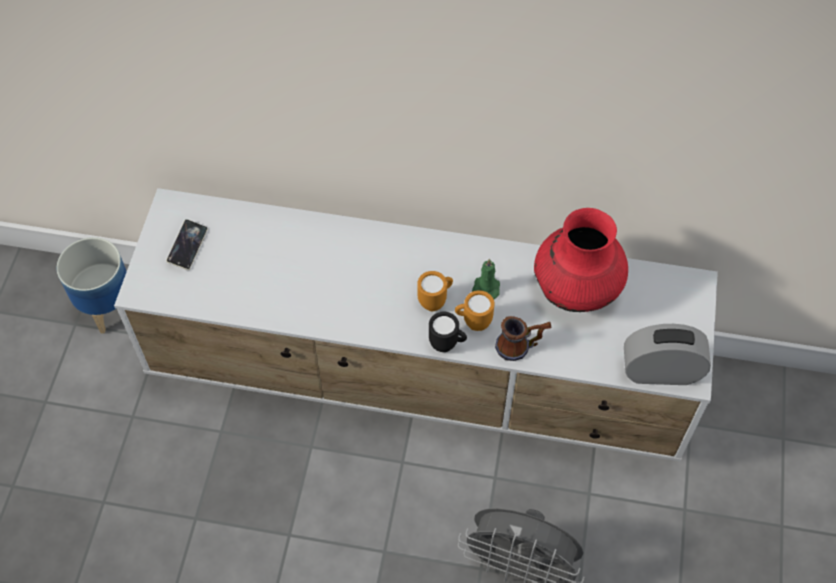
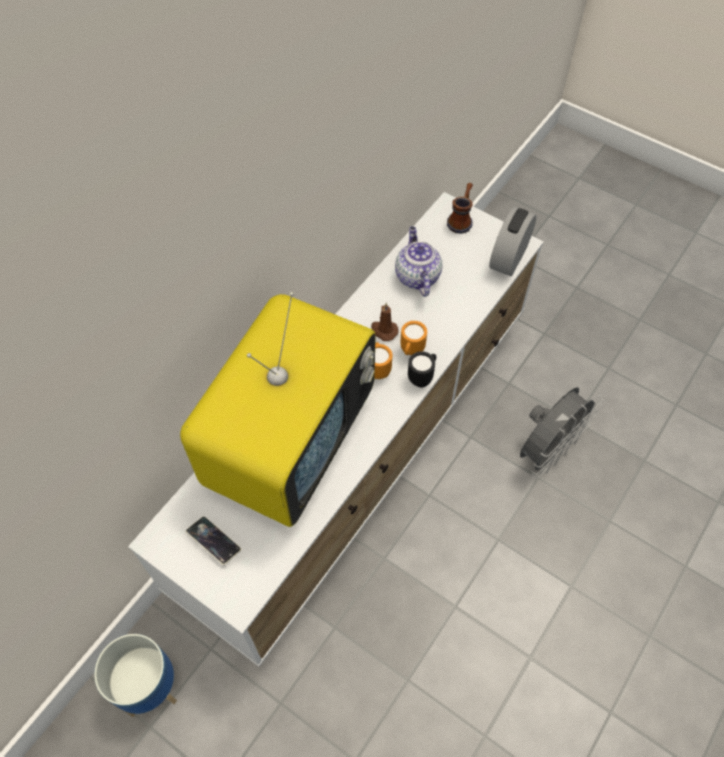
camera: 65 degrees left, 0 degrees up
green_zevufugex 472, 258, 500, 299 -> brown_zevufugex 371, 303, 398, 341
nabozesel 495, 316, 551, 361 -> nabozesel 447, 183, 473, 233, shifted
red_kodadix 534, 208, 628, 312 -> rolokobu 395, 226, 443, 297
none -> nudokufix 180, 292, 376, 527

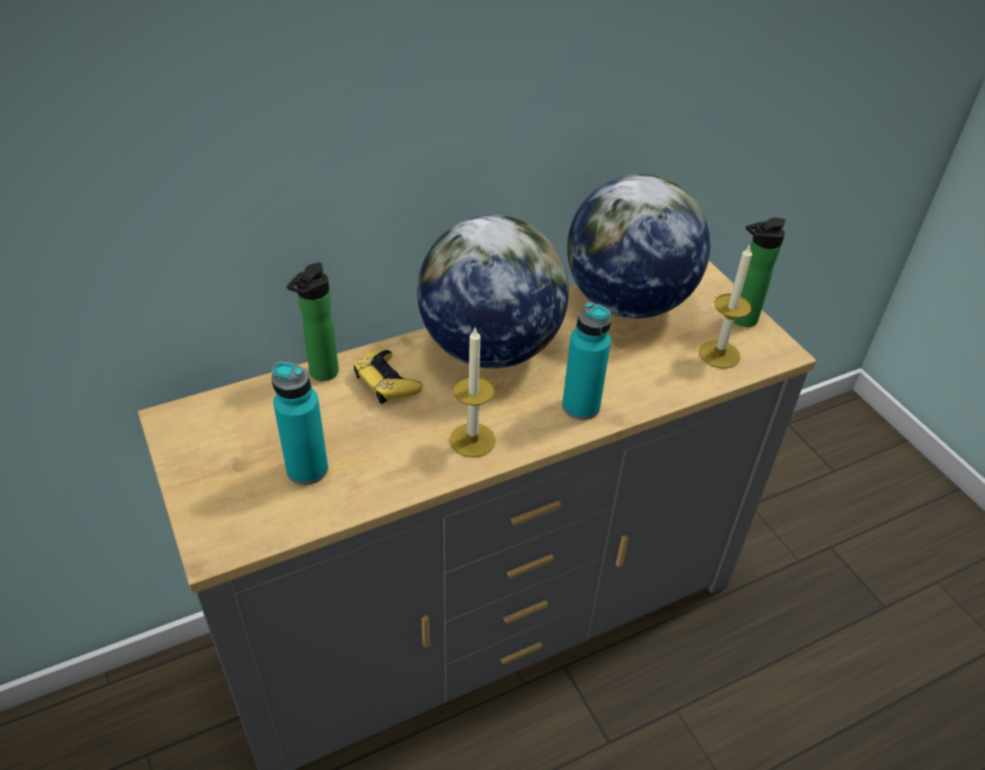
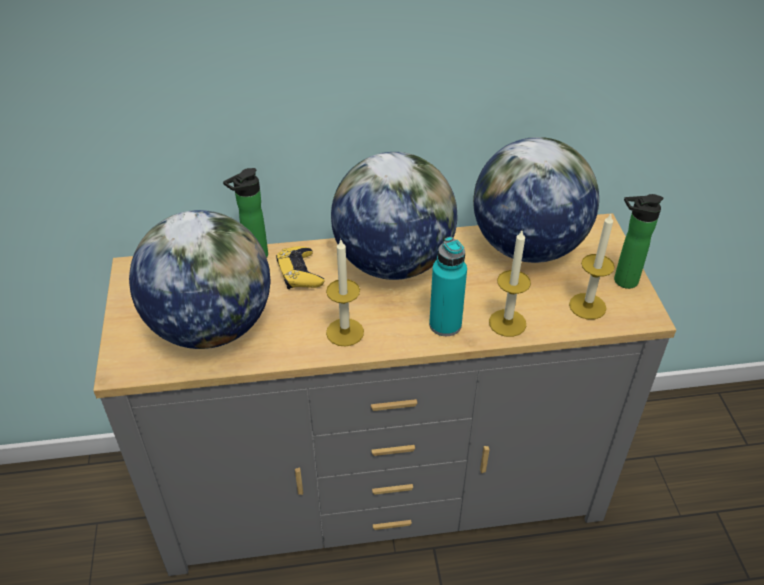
camera: 20 degrees right, 0 degrees up
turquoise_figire 272, 361, 328, 485 -> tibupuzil 129, 210, 270, 349
none -> zevufugex 489, 231, 531, 337

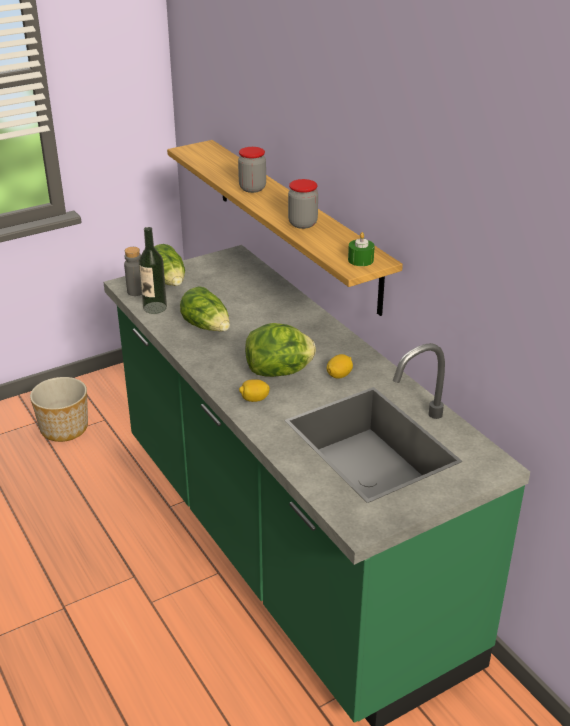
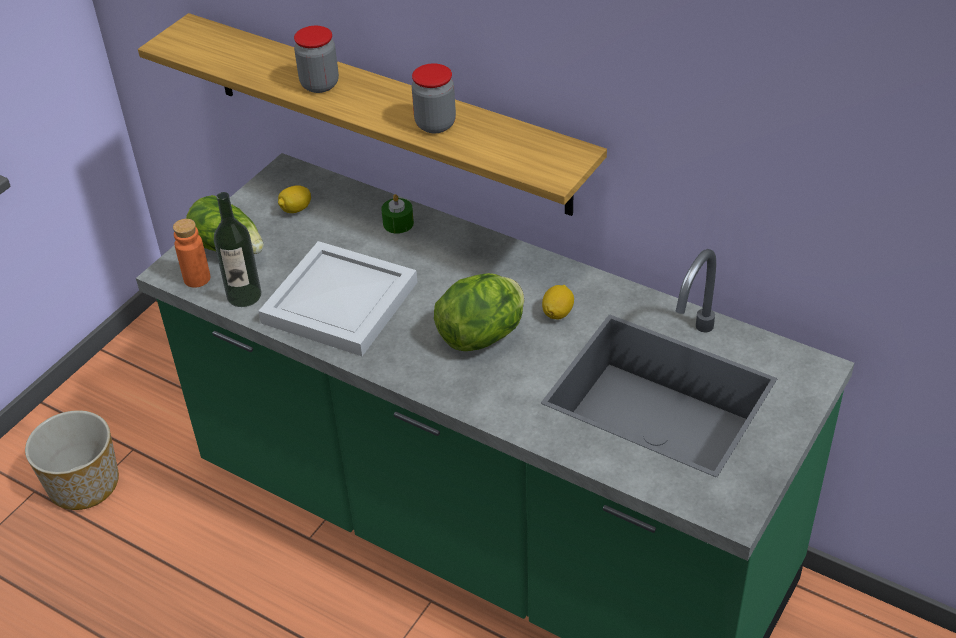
camera: 25 degrees left, 10 degrees up
grey_figire 124, 247, 142, 296 -> orange_figire 173, 219, 210, 288
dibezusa 180, 286, 230, 331 -> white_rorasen 258, 241, 418, 356
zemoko 239, 379, 270, 402 -> zemoko 278, 185, 311, 213, shifted
green_zevufugex 348, 232, 375, 266 -> green_zevufugex 381, 194, 414, 234, shifted

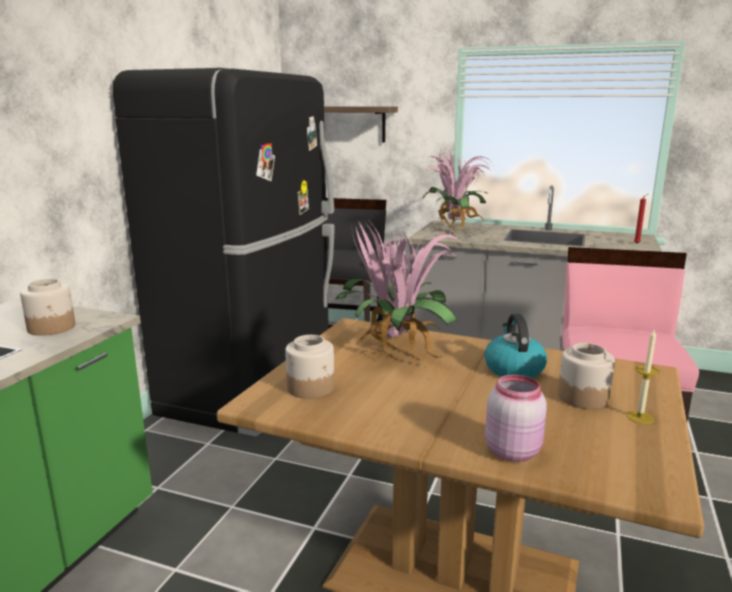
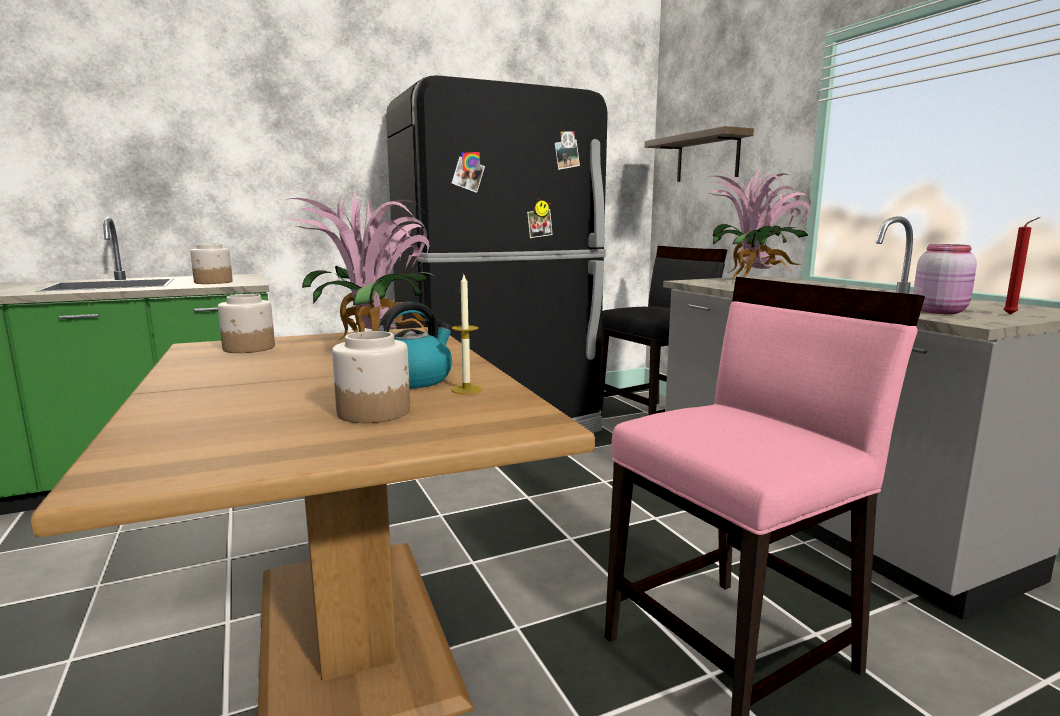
camera: 45 degrees right, 5 degrees down
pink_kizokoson 485, 375, 547, 462 -> pink_kizokoson 913, 244, 977, 314, shifted
zevufugex 626, 328, 660, 424 -> zevufugex 451, 275, 482, 394, shifted

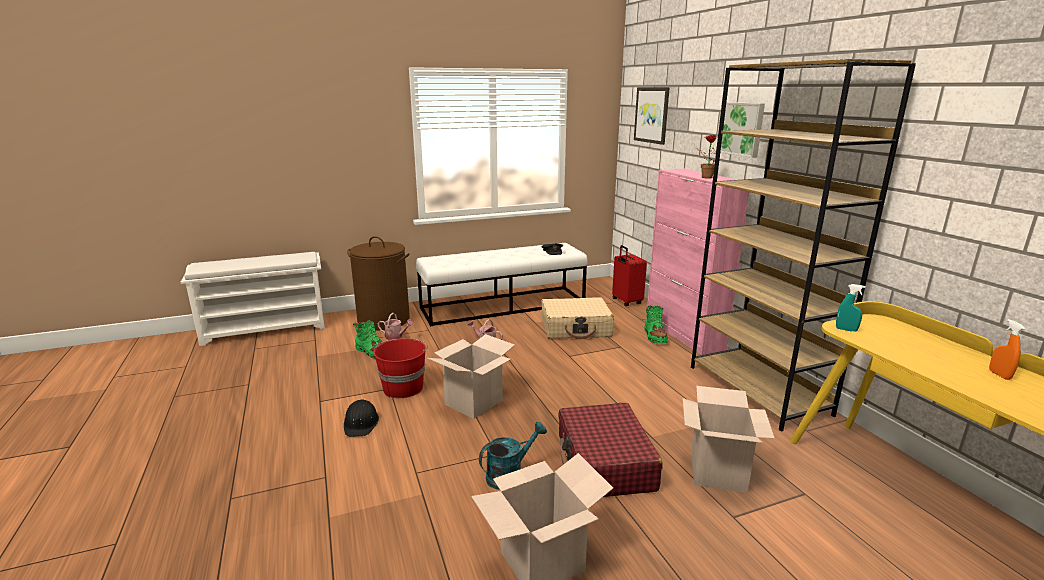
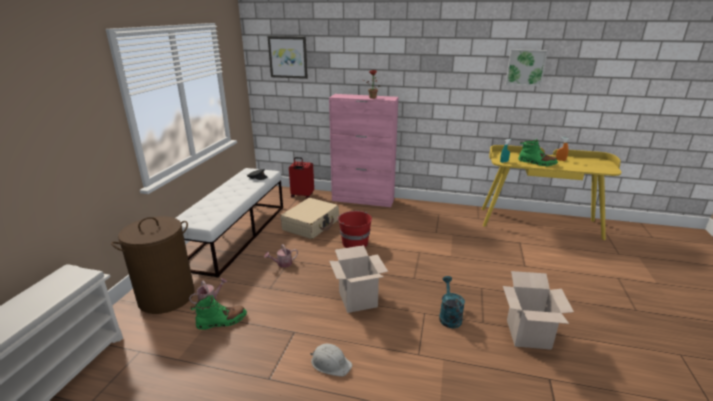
camera: 55 degrees left, 5 degrees up
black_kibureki 344, 399, 379, 437 -> white_kibureki 310, 344, 352, 377
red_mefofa 374, 339, 428, 398 -> red_mefofa 337, 211, 372, 248, shifted
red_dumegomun 558, 403, 663, 497 -> none
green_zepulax 644, 305, 668, 343 -> green_zepulax 518, 139, 558, 166, shifted
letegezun 683, 386, 775, 493 -> none
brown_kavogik 691, 59, 916, 432 -> none
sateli 720, 102, 765, 158 -> sateli 505, 49, 548, 86, shifted

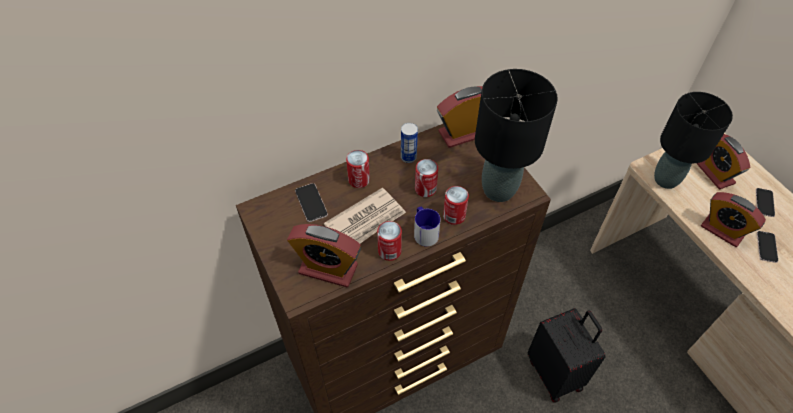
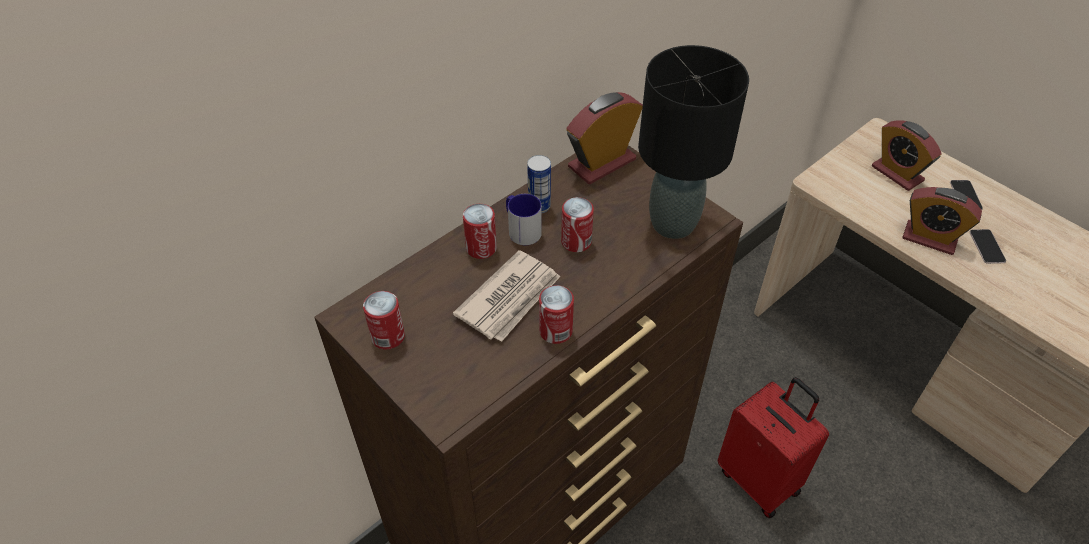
camera: 15 degrees left, 5 degrees down
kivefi 287, 224, 361, 287 -> none
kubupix 295, 183, 328, 222 -> none
nabozesel 414, 207, 441, 247 -> nabozesel 506, 194, 542, 245, shifted
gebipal 443, 186, 469, 225 -> gebipal 363, 291, 405, 349, shifted
black_dumegomun 528, 308, 606, 403 -> red_dumegomun 718, 377, 829, 518
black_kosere 654, 92, 733, 189 -> none

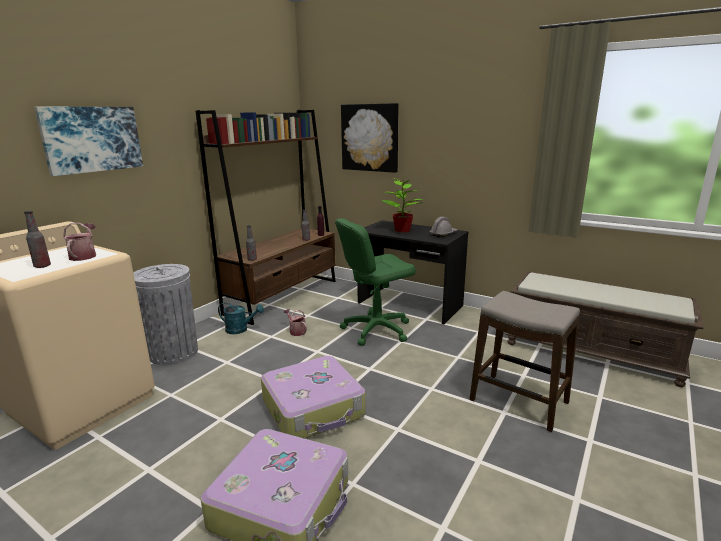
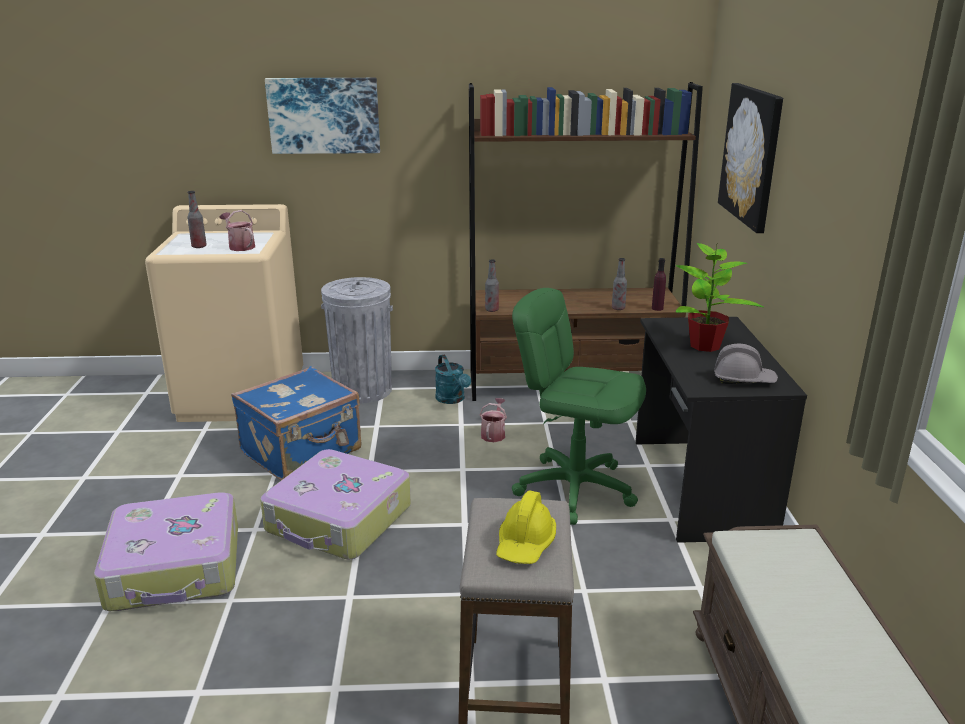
camera: 55 degrees right, 5 degrees up
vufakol 63, 223, 96, 261 -> vufakol 219, 210, 255, 251, 90 degrees counterclockwise
none -> blue_dumegomun 231, 366, 362, 480
none -> yellow_kibureki 496, 491, 556, 564

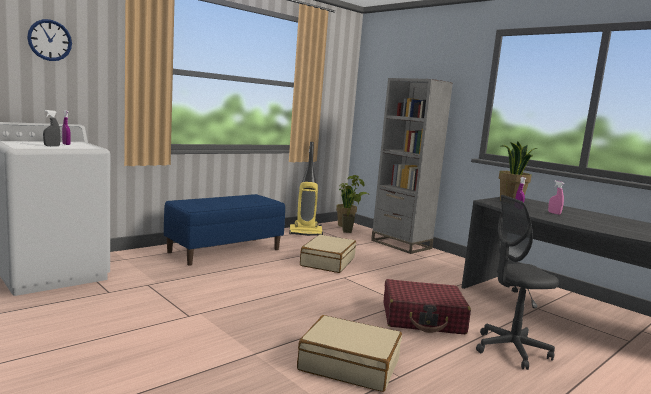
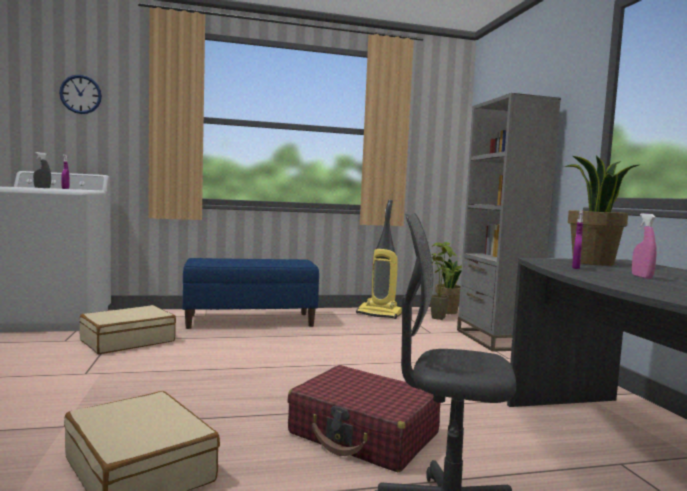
camera: 30 degrees right, 5 degrees down
beige_dumegomun 300, 235, 356, 273 -> beige_dumegomun 80, 305, 176, 354, shifted

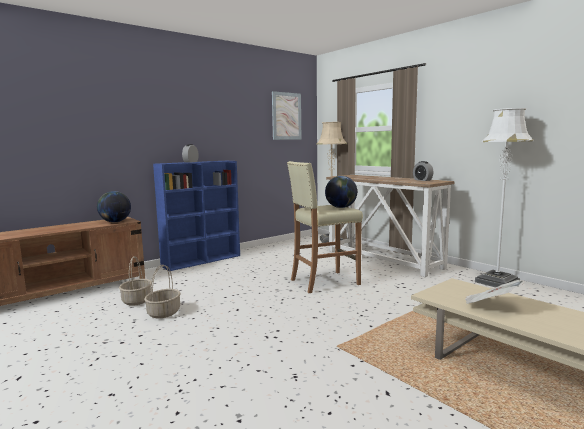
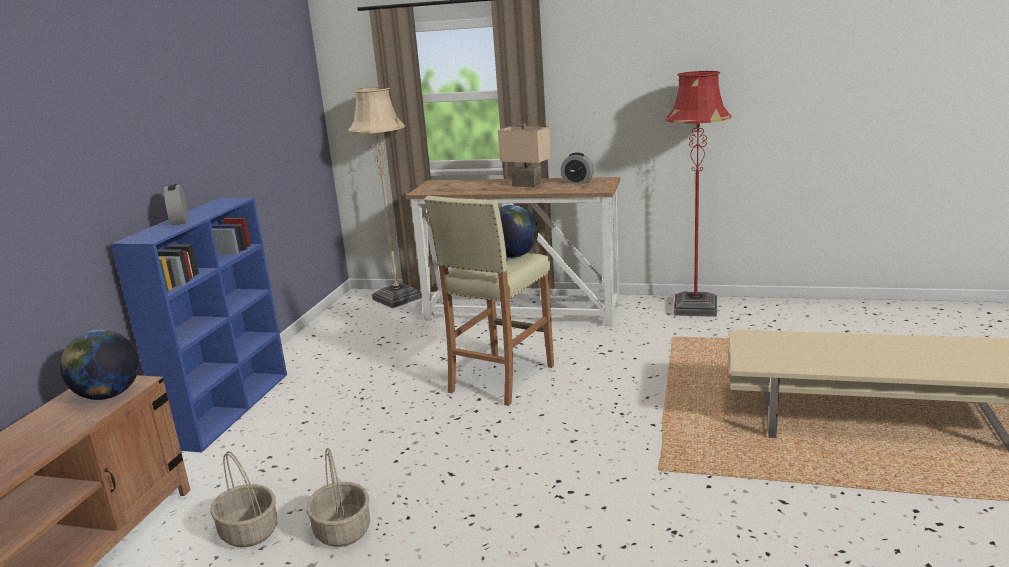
camera: 35 degrees left, 10 degrees up
sateli 272, 91, 301, 140 -> none
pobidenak 465, 280, 524, 304 -> none
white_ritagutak 475, 108, 534, 287 -> red_ritagutak 665, 71, 732, 317
none -> beige_kosere 498, 124, 551, 187

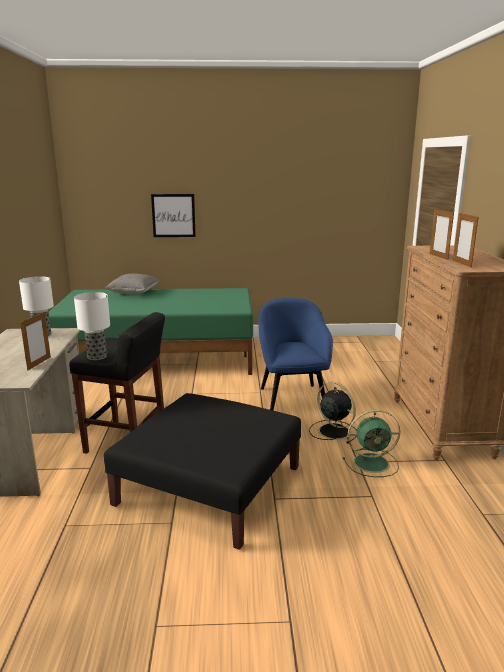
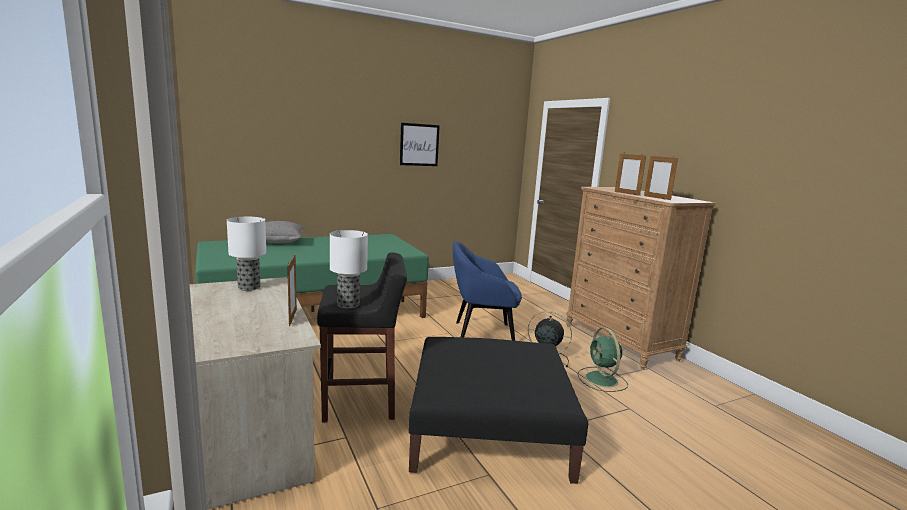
camera: 25 degrees left, 5 degrees down
sateli 151, 194, 196, 237 -> sateli 400, 123, 440, 166, shifted
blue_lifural 258, 298, 333, 410 -> blue_lifural 453, 241, 522, 341, 60 degrees counterclockwise
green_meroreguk 343, 410, 400, 477 -> green_meroreguk 578, 328, 628, 392, 105 degrees clockwise

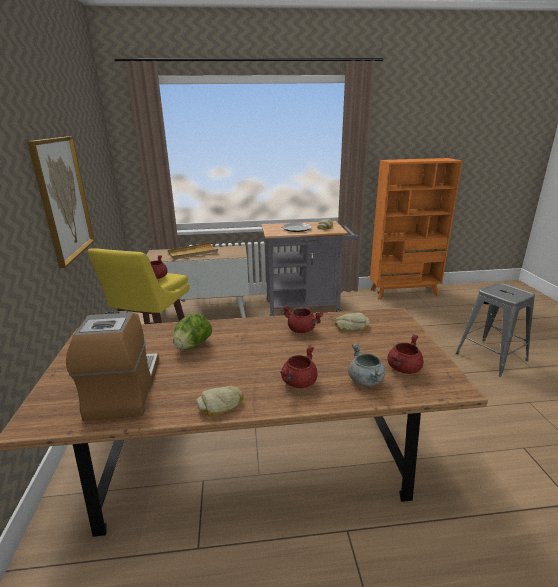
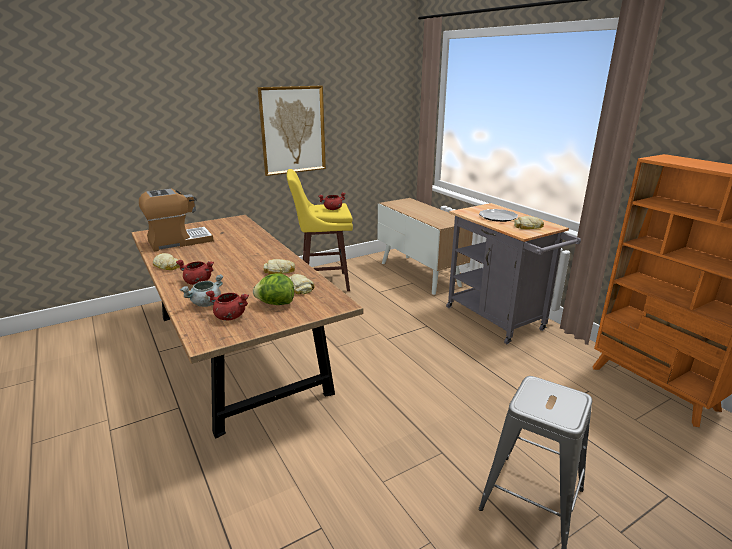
camera: 65 degrees right, 0 degrees up
beige_rorasen 168, 243, 218, 260 -> none
dibezusa 173, 314, 212, 350 -> dibezusa 253, 273, 294, 305, shifted
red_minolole 282, 305, 323, 333 -> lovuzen 263, 259, 295, 275

